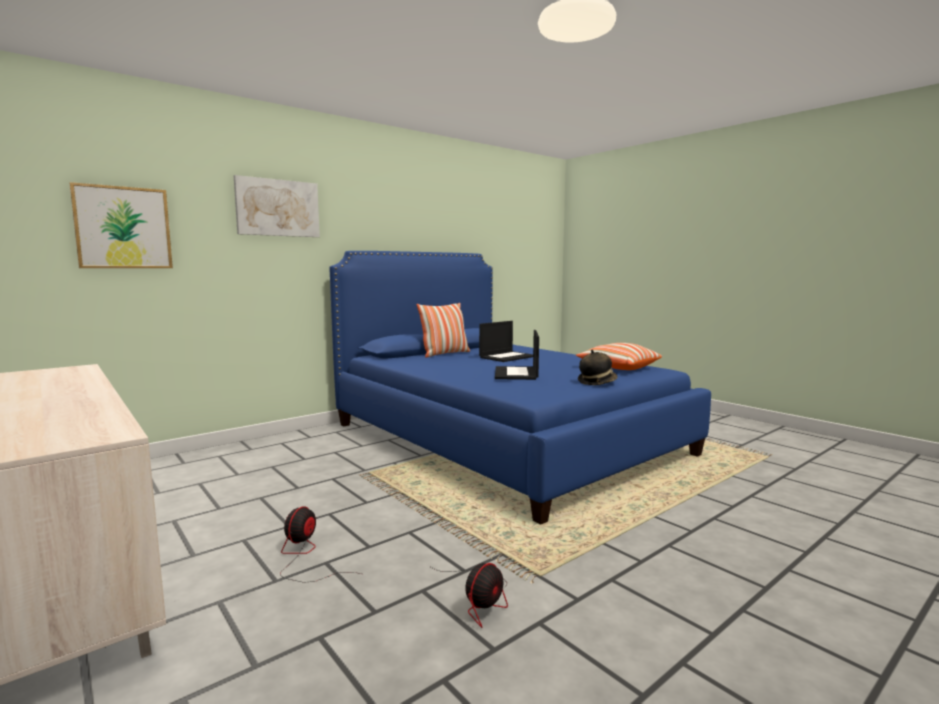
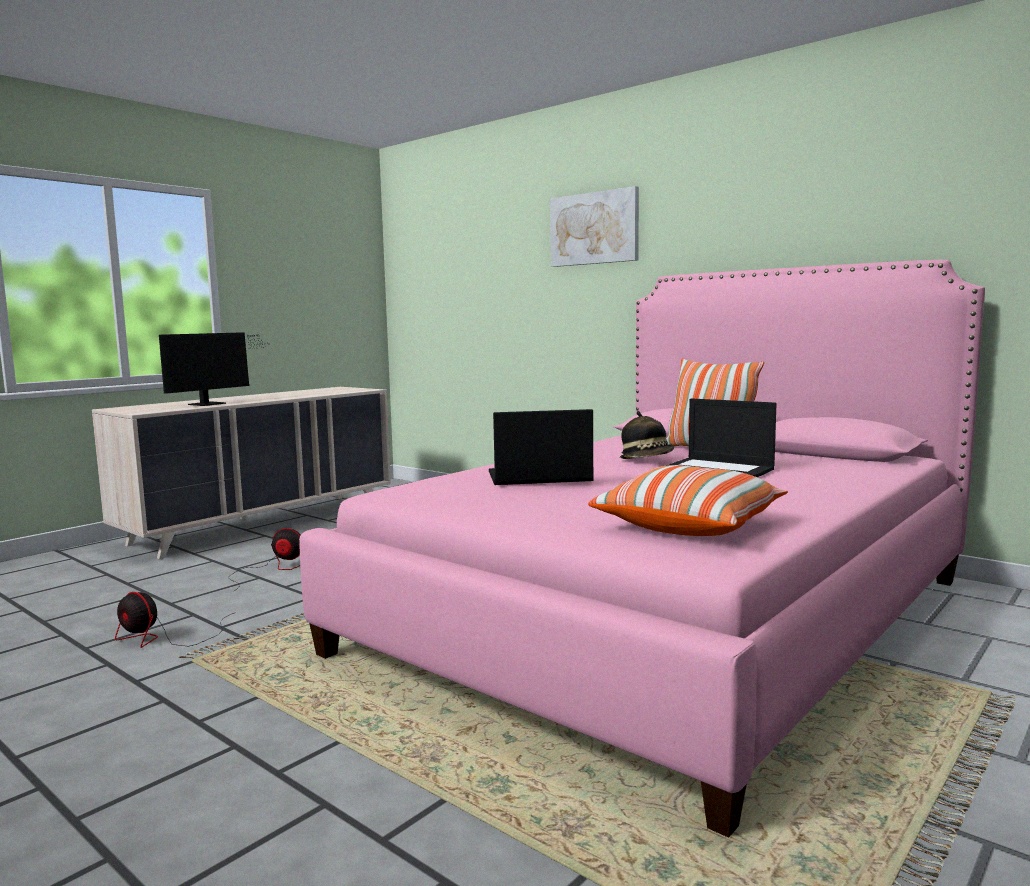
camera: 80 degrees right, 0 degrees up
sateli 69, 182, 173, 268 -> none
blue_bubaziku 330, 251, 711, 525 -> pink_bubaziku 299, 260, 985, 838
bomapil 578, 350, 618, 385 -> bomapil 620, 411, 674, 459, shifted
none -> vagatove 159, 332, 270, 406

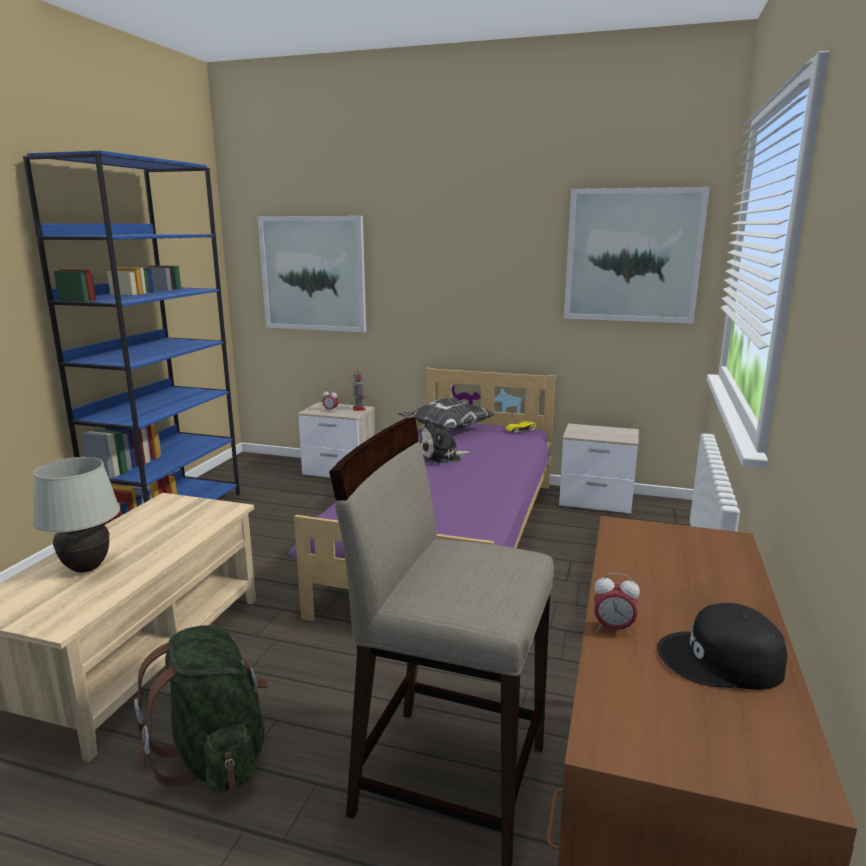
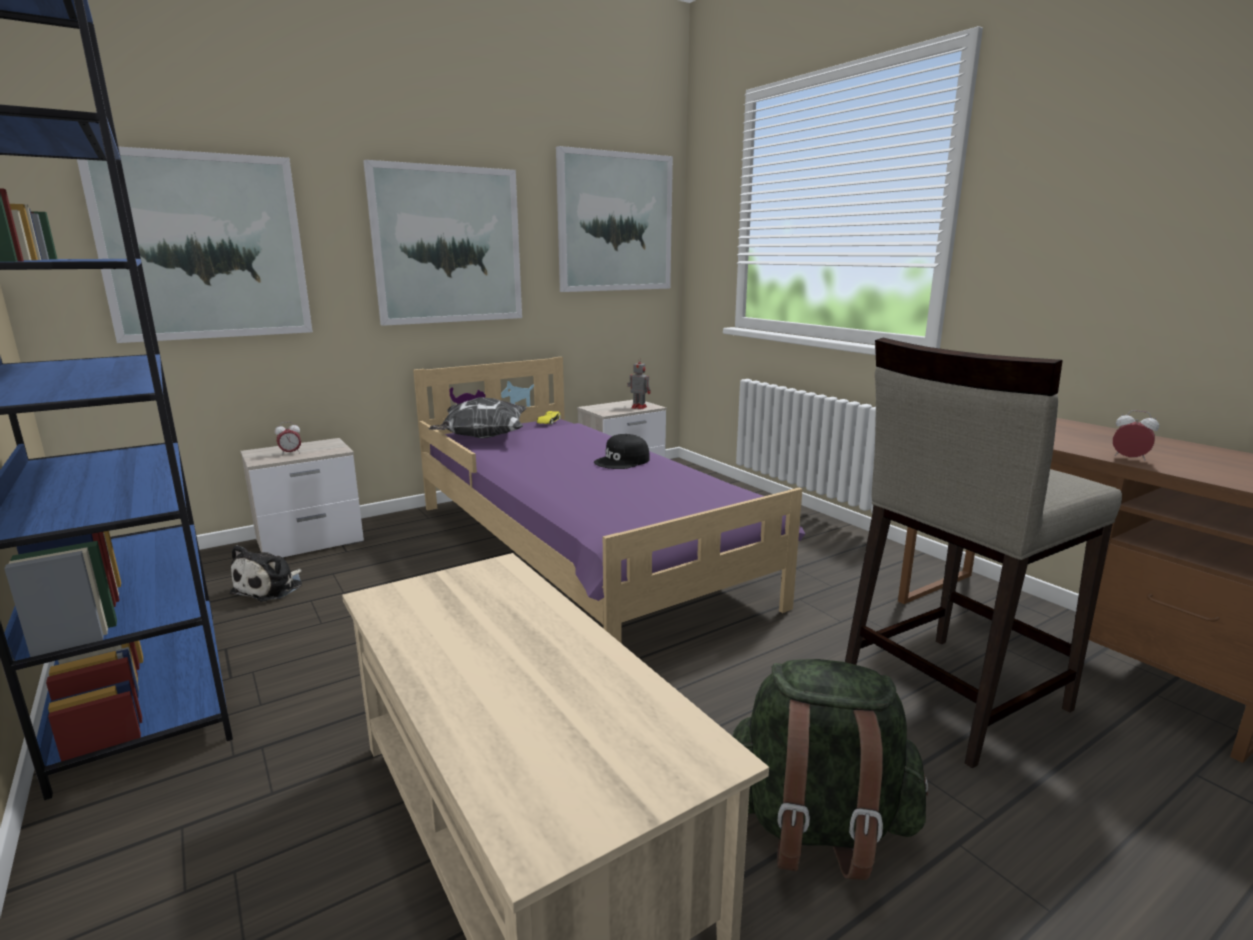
camera: 50 degrees left, 0 degrees up
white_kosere 32, 457, 120, 573 -> none
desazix 353, 367, 366, 411 -> desazix 627, 357, 651, 409, shifted
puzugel 420, 419, 470, 464 -> puzugel 230, 545, 302, 601, shifted
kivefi 594, 573, 640, 635 -> kivefi 1113, 410, 1159, 460, 105 degrees counterclockwise
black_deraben 657, 603, 787, 690 -> black_deraben 594, 434, 650, 469, shifted
none -> sateli 363, 160, 522, 326

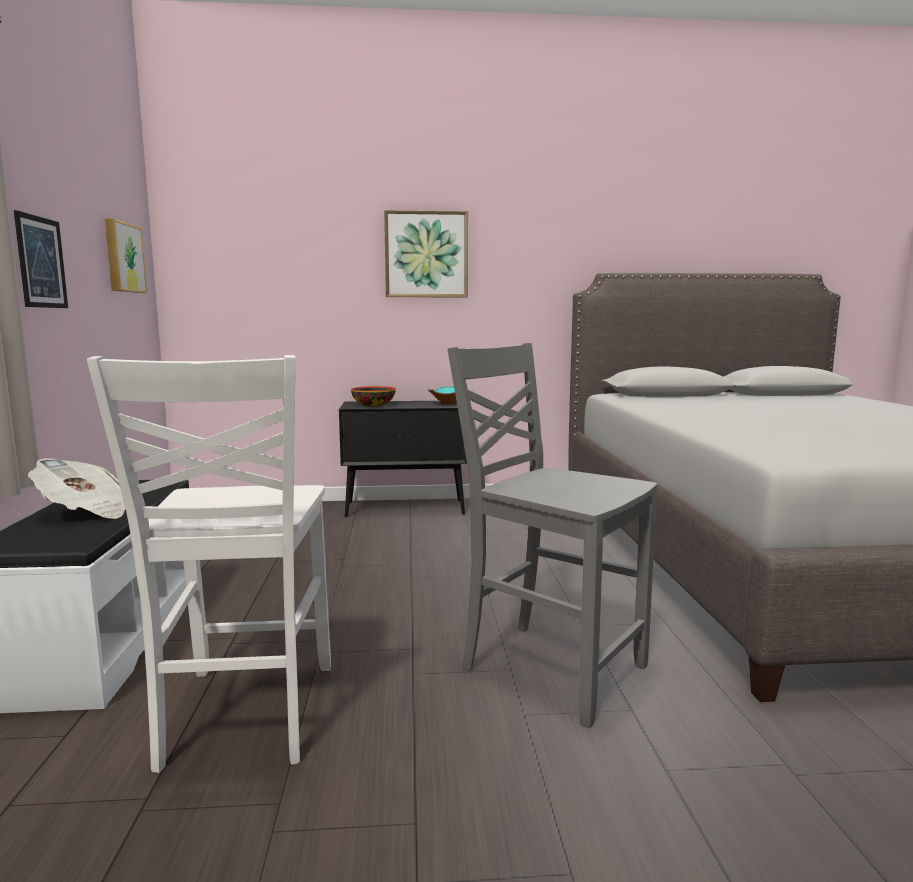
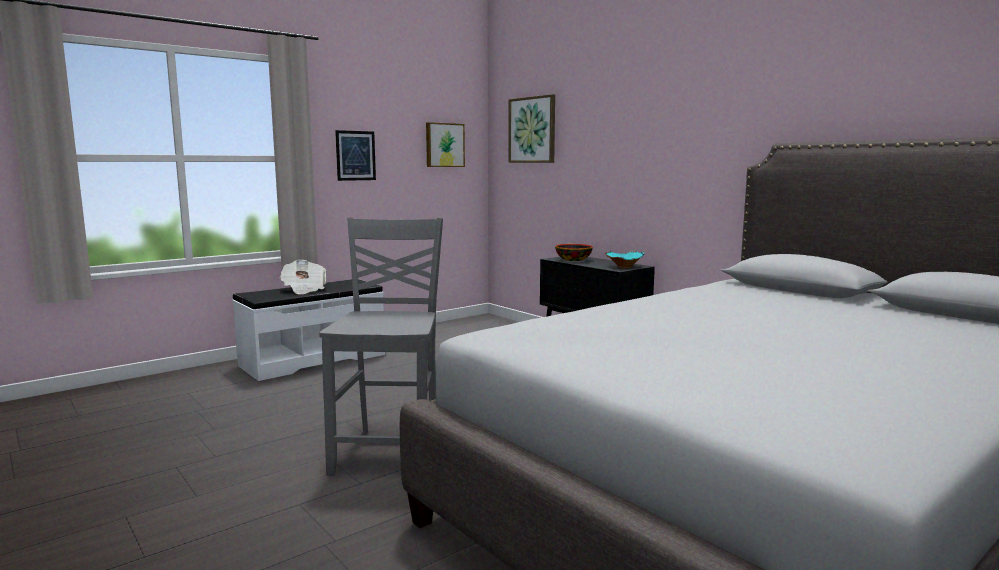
camera: 55 degrees right, 0 degrees up
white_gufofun 87, 355, 331, 773 -> none
sateli 384, 210, 468, 297 -> sateli 508, 94, 555, 163, shifted

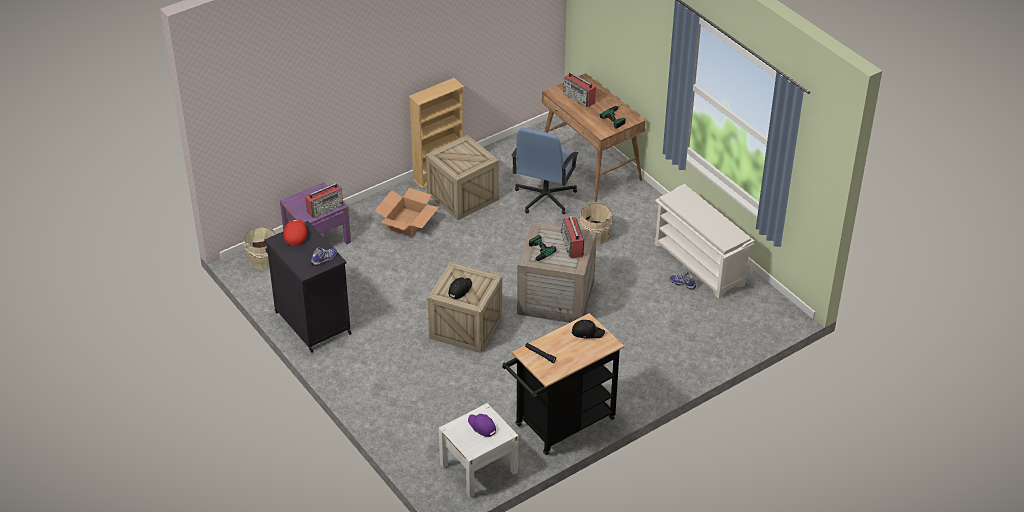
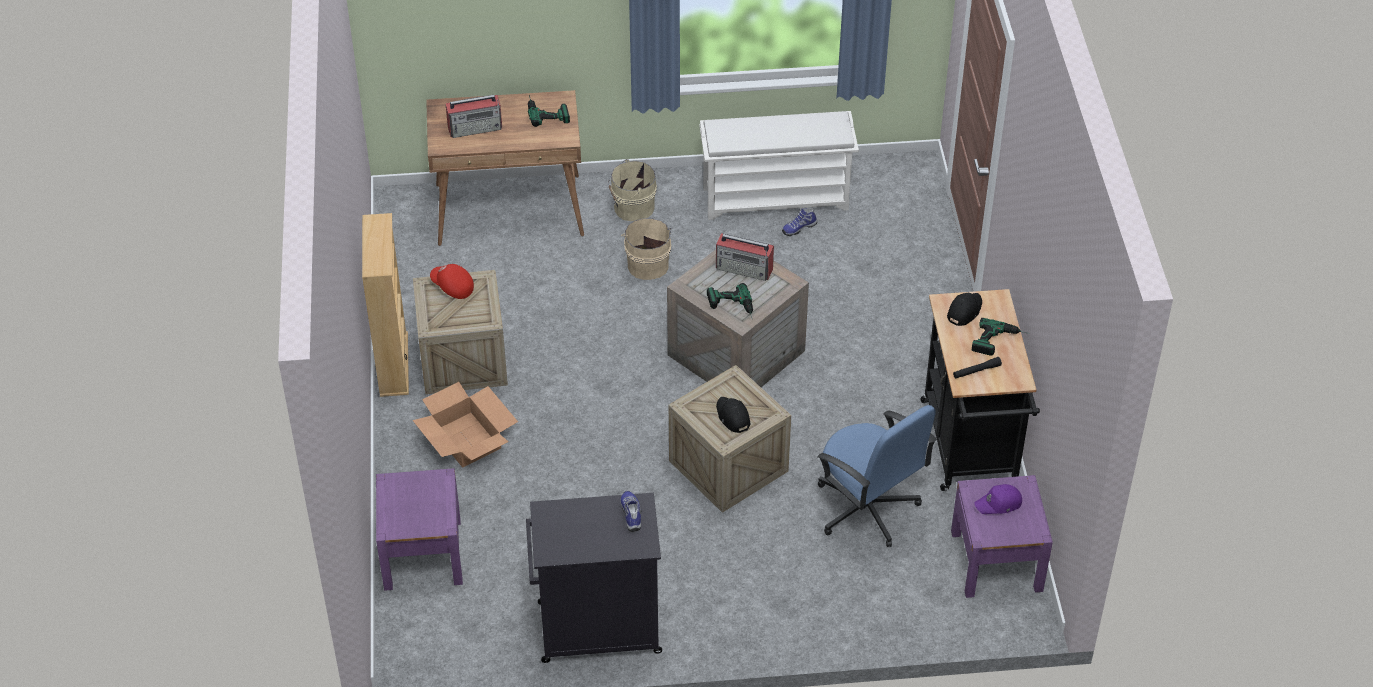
camera: 60 degrees left, 5 degrees up
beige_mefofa 242, 227, 276, 270 -> beige_mefofa 608, 159, 657, 221, shifted
red_deraben 283, 219, 307, 246 -> red_deraben 430, 264, 474, 299, shifted
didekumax 305, 183, 343, 218 -> none
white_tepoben 439, 403, 518, 498 -> purple_tepoben 951, 475, 1053, 598
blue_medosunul 512, 128, 579, 214 -> blue_medosunul 817, 405, 937, 547, shifted
none -> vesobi 972, 318, 1030, 356

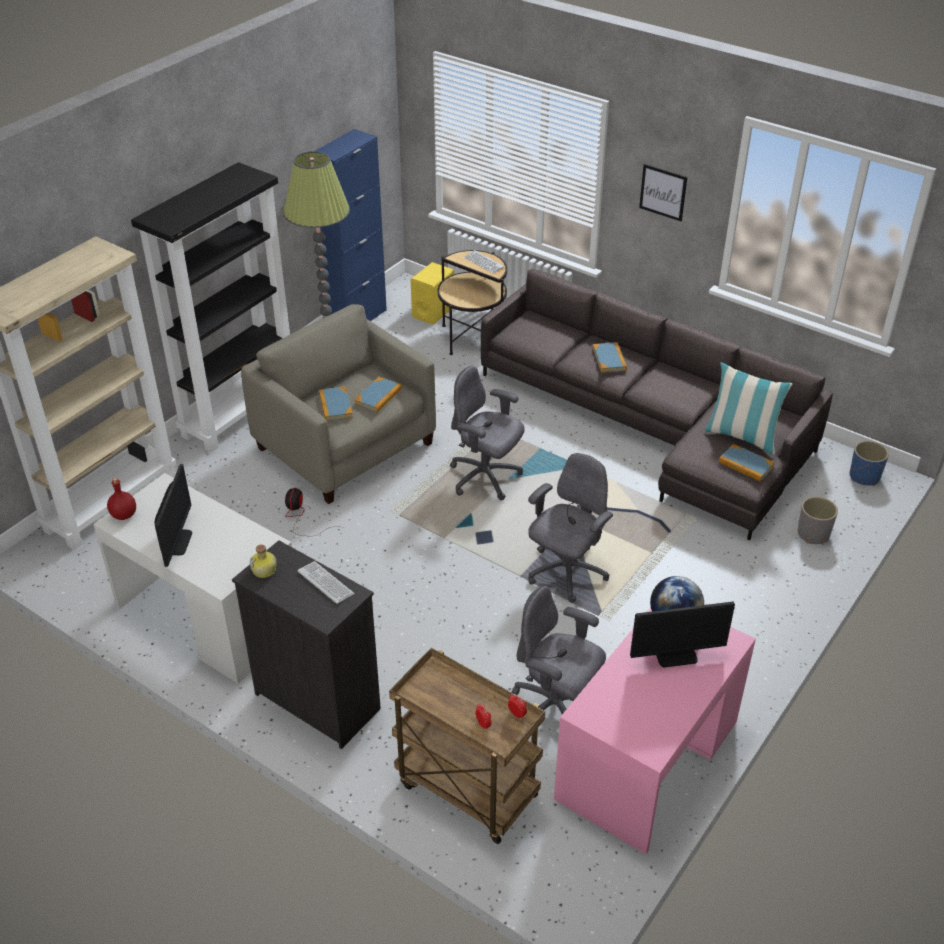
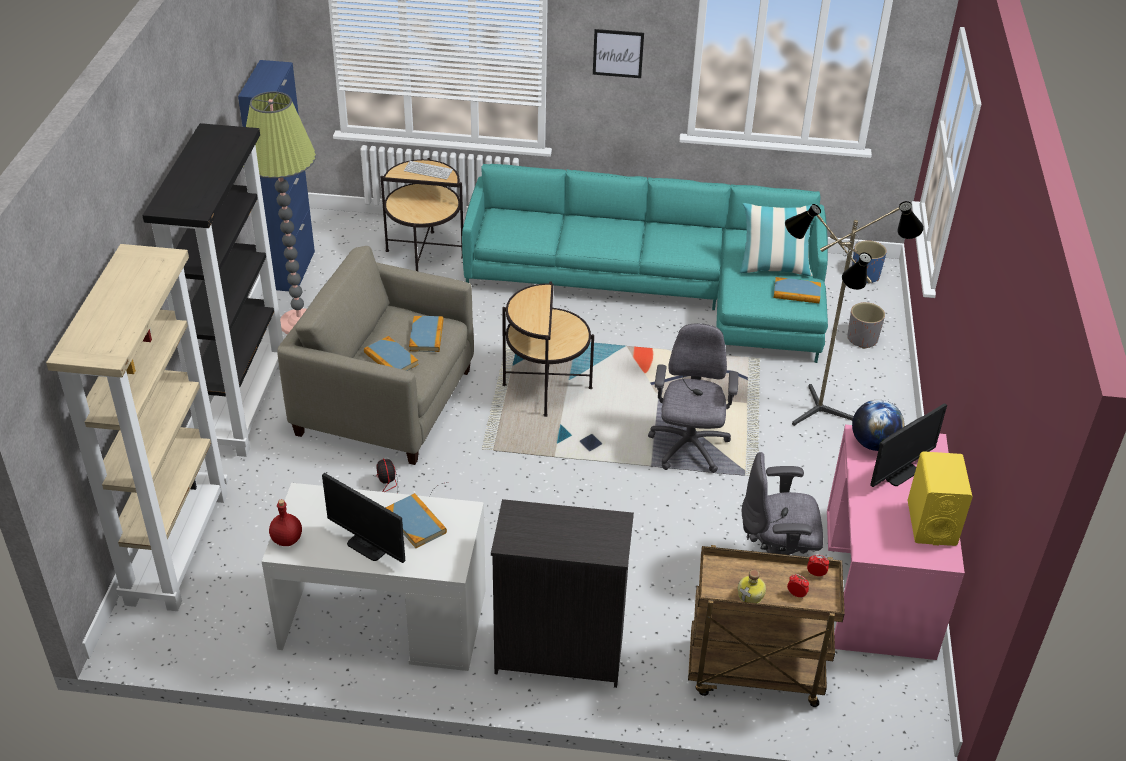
camera: 30 degrees left, 0 degrees up
vagatove 155, 464, 192, 567 -> vagatove 322, 473, 405, 563, 150 degrees clockwise
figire 250, 544, 277, 578 -> figire 738, 570, 766, 603, shifted
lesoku 298, 561, 355, 604 -> none
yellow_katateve 410, 262, 454, 325 -> yellow_katateve 908, 451, 972, 546, shifted
grey_medosunul 450, 366, 525, 500 -> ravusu 502, 281, 594, 417
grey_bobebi 481, 268, 833, 541 -> turquoise_bobebi 462, 164, 828, 363
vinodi 593, 342, 627, 373 -> vinodi 386, 493, 447, 548, shifted
none -> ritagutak 785, 201, 924, 426

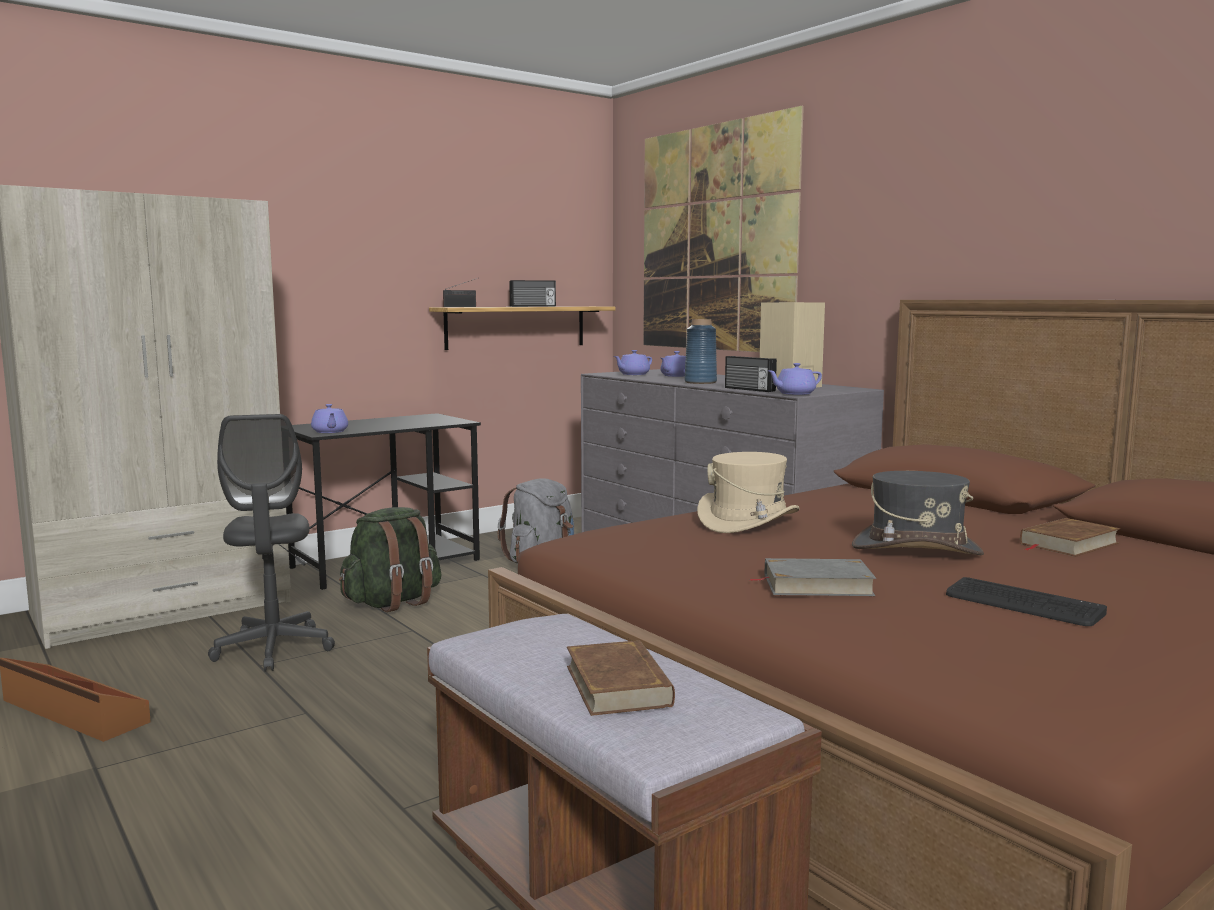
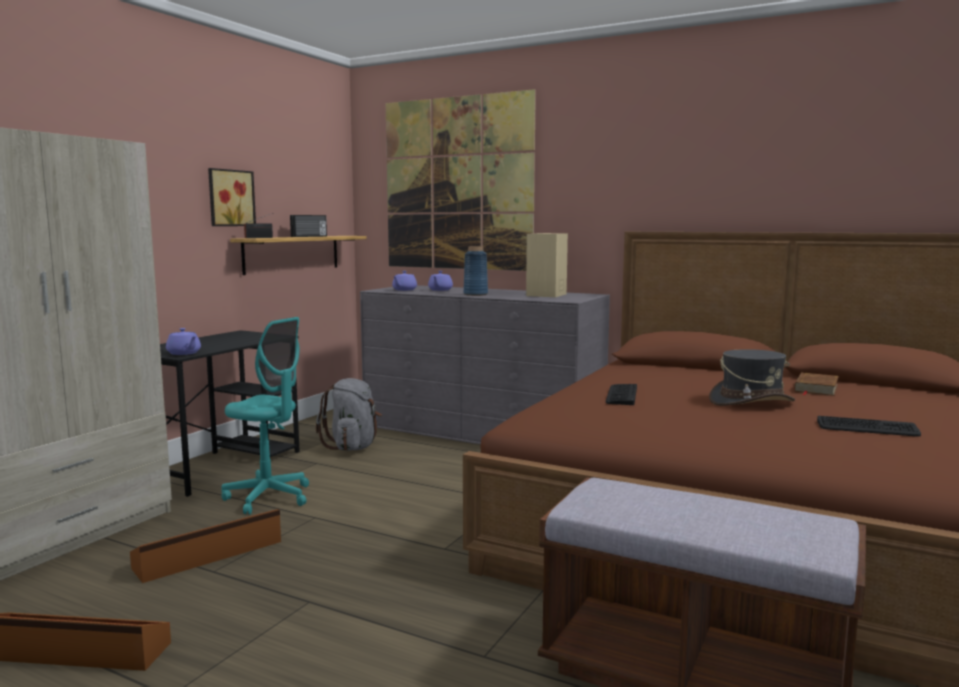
camera: 25 degrees left, 0 degrees up
grey_medosunul 208, 414, 335, 672 -> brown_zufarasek 130, 509, 281, 583
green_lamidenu 339, 507, 441, 612 -> turquoise_medosunul 222, 317, 309, 514
brown_vinodi 567, 640, 675, 716 -> none
beige_bomapil 697, 452, 800, 533 -> lesoku 605, 384, 637, 405
didekumax 725, 356, 777, 392 -> none
grey_vinodi 750, 558, 876, 596 -> none
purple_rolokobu 769, 363, 822, 395 -> none
none -> sateli 208, 168, 256, 226

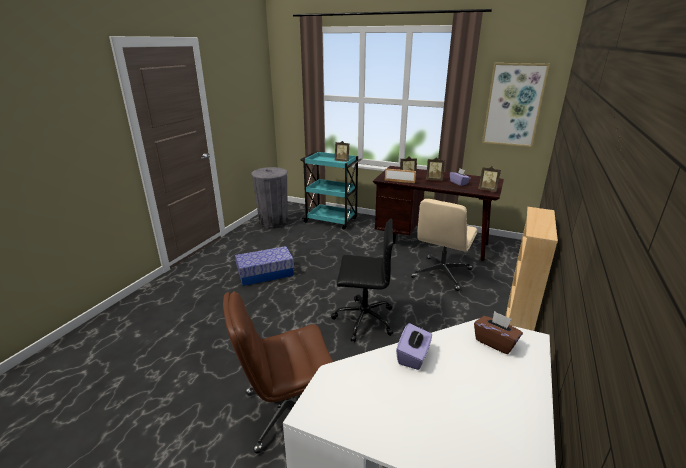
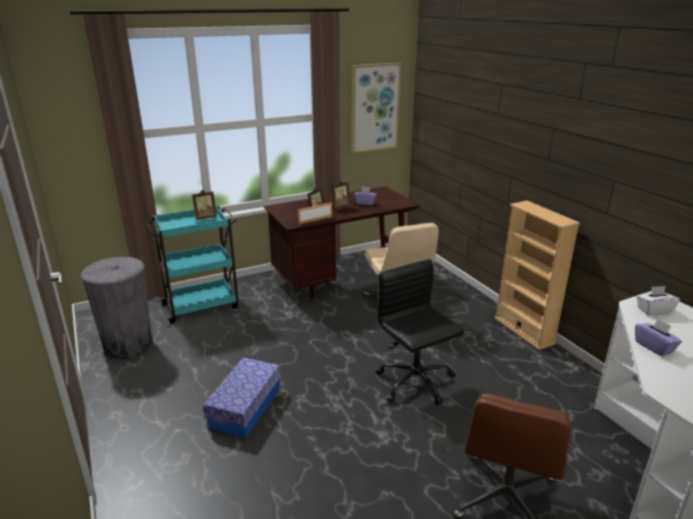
camera: 50 degrees left, 0 degrees up
black_medosunul 331, 219, 394, 342 -> black_medosunul 376, 259, 464, 405, 75 degrees counterclockwise
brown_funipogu 474, 311, 523, 354 -> white_funipogu 636, 286, 680, 315
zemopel 478, 166, 501, 192 -> none

